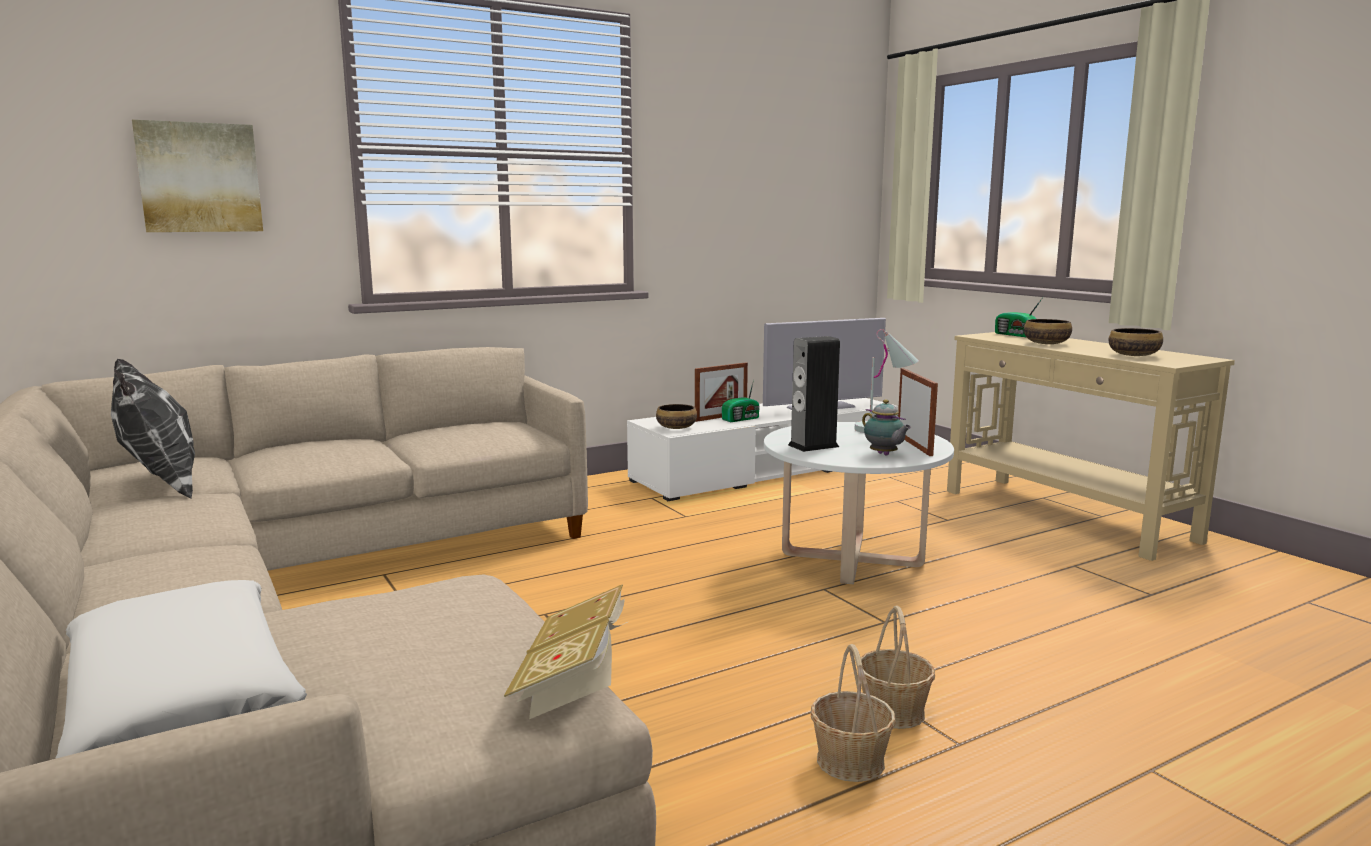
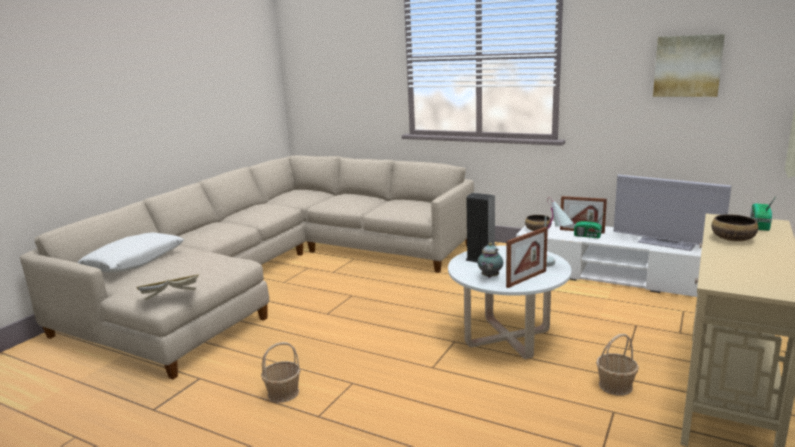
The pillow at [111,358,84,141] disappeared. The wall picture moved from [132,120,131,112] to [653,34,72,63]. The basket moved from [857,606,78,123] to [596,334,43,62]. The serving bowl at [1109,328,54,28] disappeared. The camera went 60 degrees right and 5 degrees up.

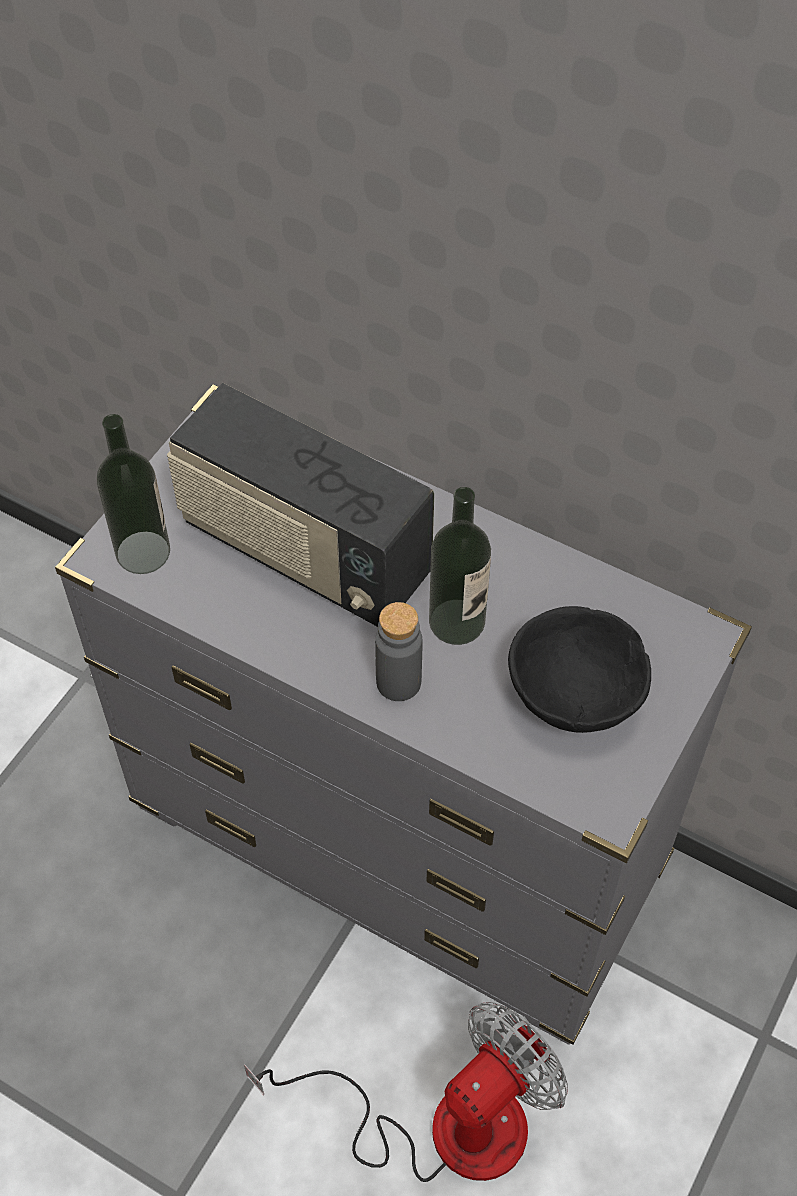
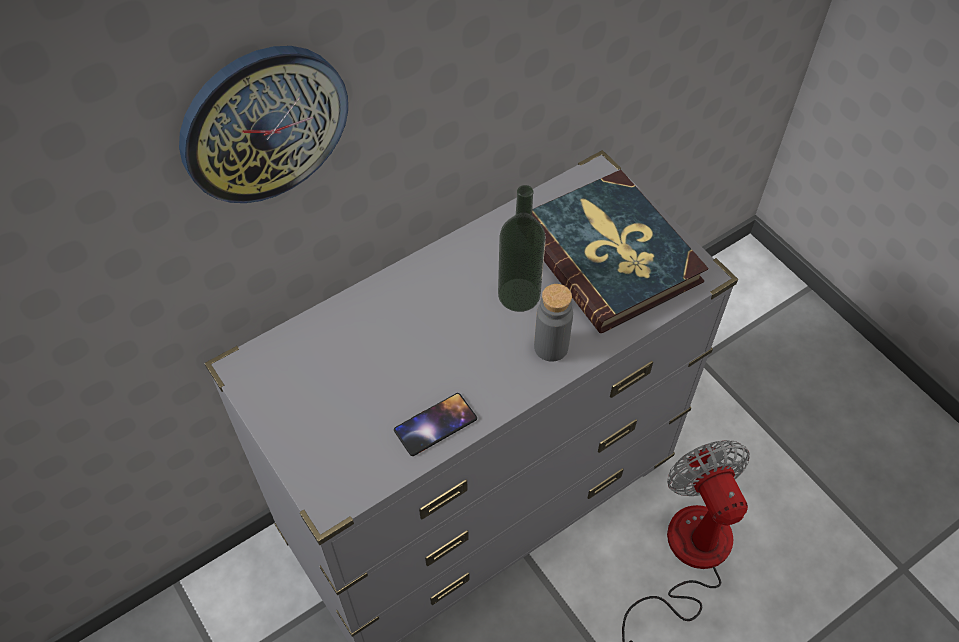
The bottle at [97,414,73,160] disappeared. The radio receiver at [167,383,267,244] disappeared. The black serving bowl at [508,606,143,127] was replaced by the volume at [532,170,176,163]. The clock on the wall at [179,46,169,157] appeared. The handset at [394,393,83,63] appeared. The camera went 65 degrees left and 0 degrees up.

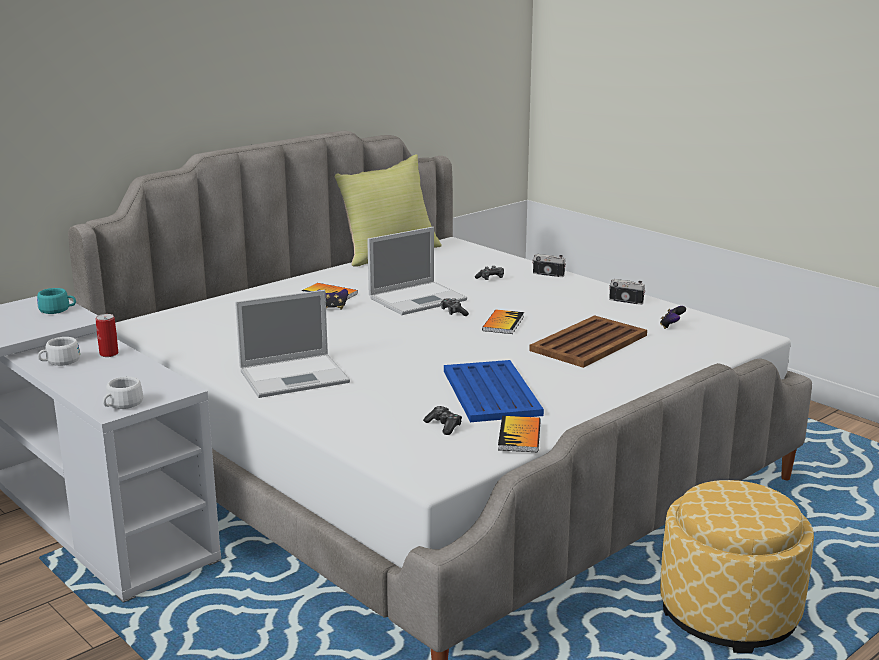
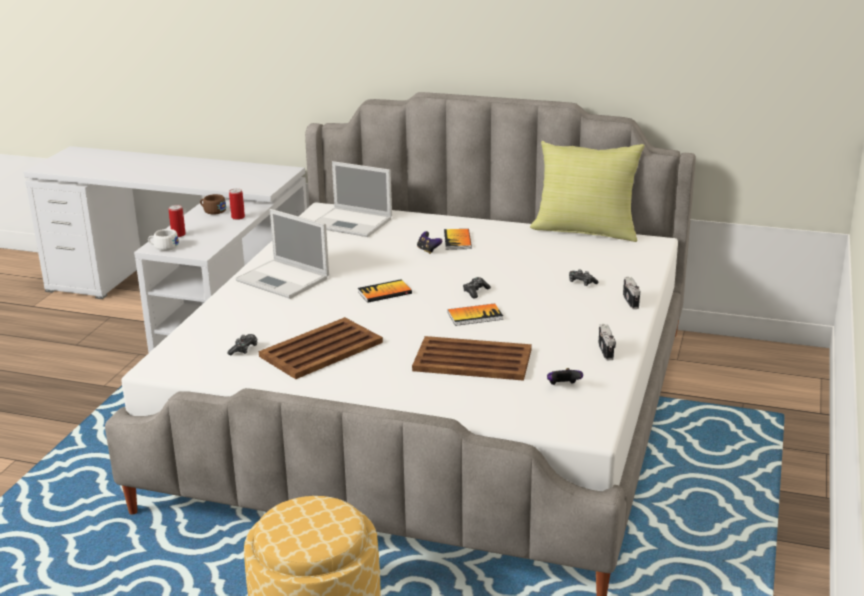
The turquoise-coloured drinking cup at [37,288,39,26] disappeared. The whitish drinking cup at [38,337,42,29] became the brown drinking cup at [200,194,26,21]. The notebook computer moved from [367,227,100,88] to [316,161,76,76]. The blue-coloured tray at [444,360,100,62] became the brown tray at [259,317,124,62]. The volume moved from [498,416,43,36] to [358,279,54,24]. The can at [169,205,17,32] appeared. The camera went 60 degrees right and 5 degrees up.

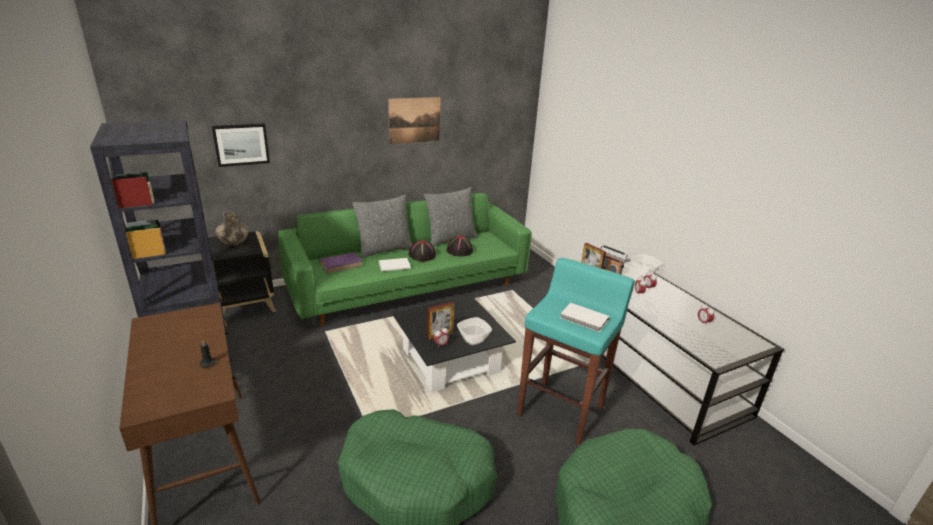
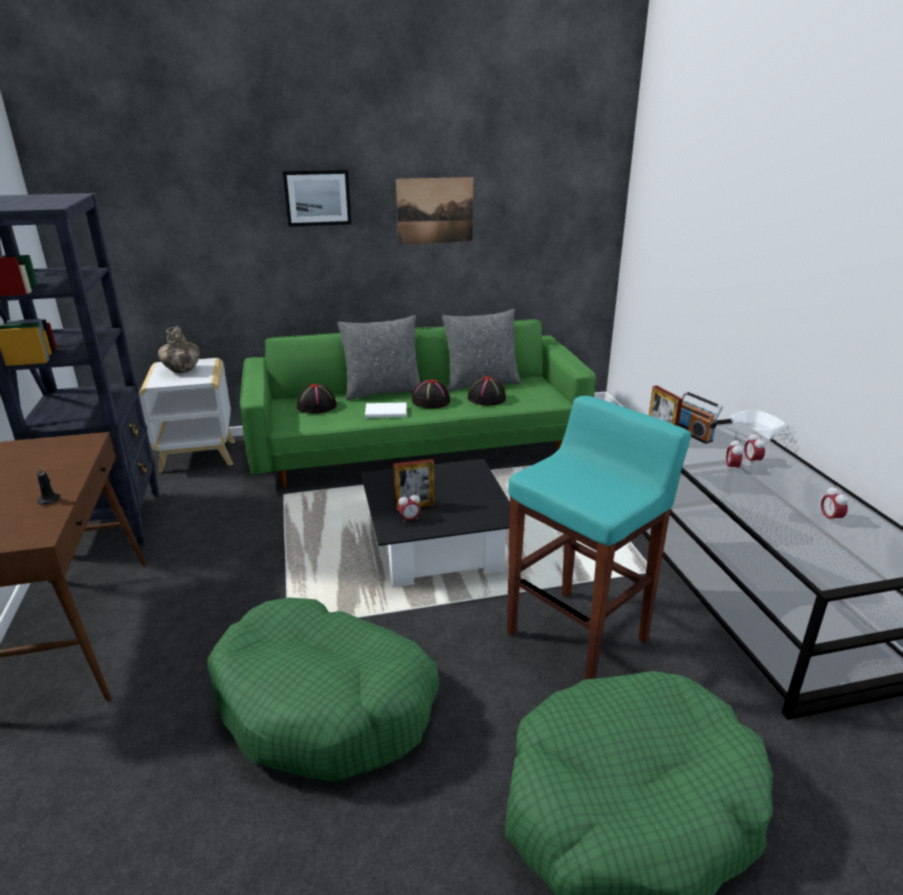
The black end table at [208,231,68,84] became the whitish end table at [139,358,96,115]. The wall picture moved from [212,123,58,44] to [283,170,68,57]. The purple volume at [319,252,43,22] was replaced by the black hat at [297,384,40,30]. The serving bowl at [457,317,35,28] disappeared. The whitish volume at [560,303,50,29] disappeared. The camera went 15 degrees right and 0 degrees up.

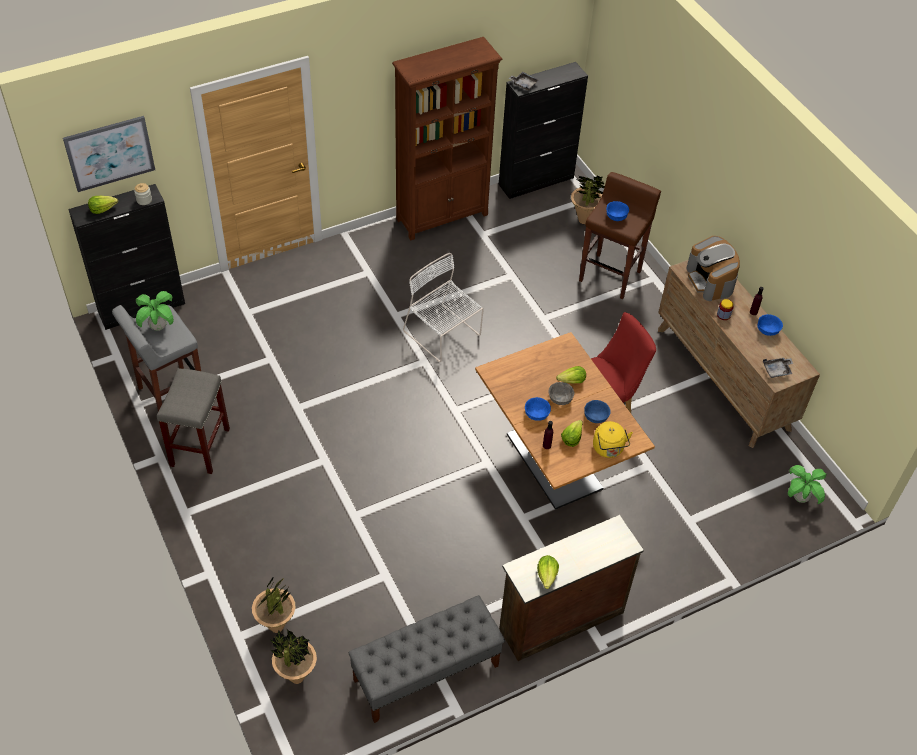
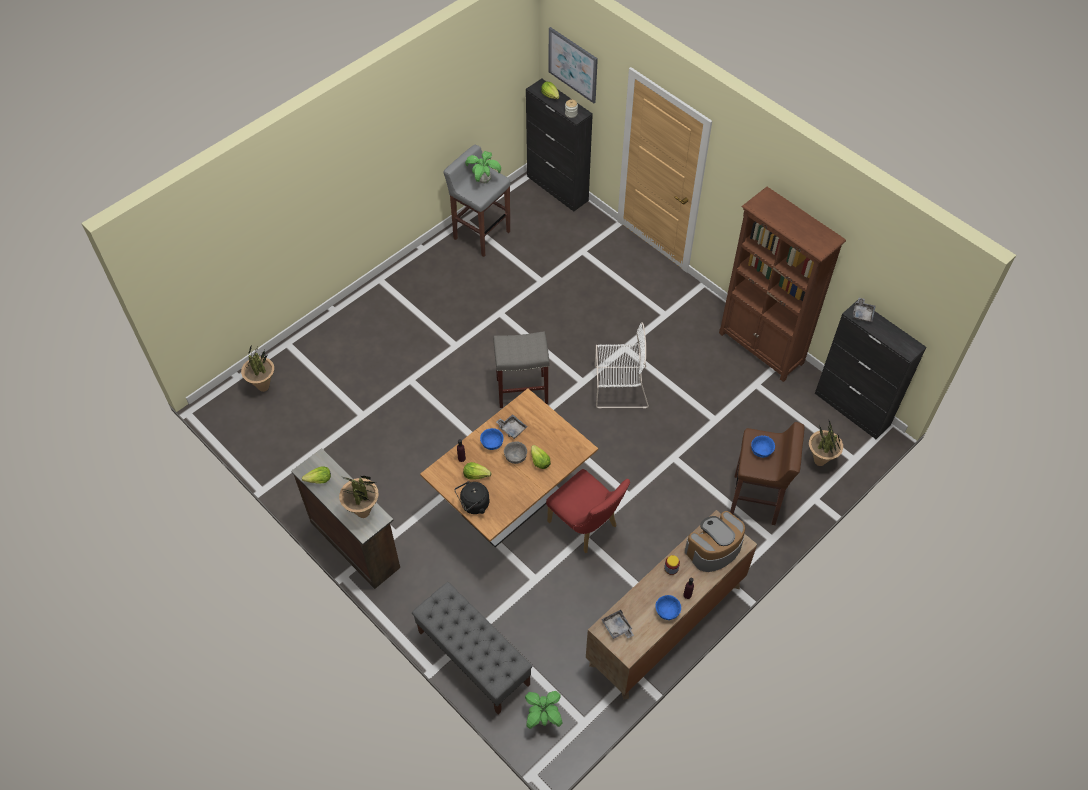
The grey stool moved from [157,368,73,106] to [493,331,56,77]. The potted plant moved from [252,576,44,57] to [339,476,40,42]. The grey long seat moved from [349,595,156,128] to [412,582,121,132]. The whitish chair at [403,253,81,109] turned 60 degrees clockwise. The blue-coloured serving bowl at [584,400,27,23] disappeared. The yellow-coloured kettle at [593,421,40,37] became the black kettle at [455,481,34,33]. The grey tray at [496,414,31,25] appeared. The camera went 75 degrees right and 5 degrees up.

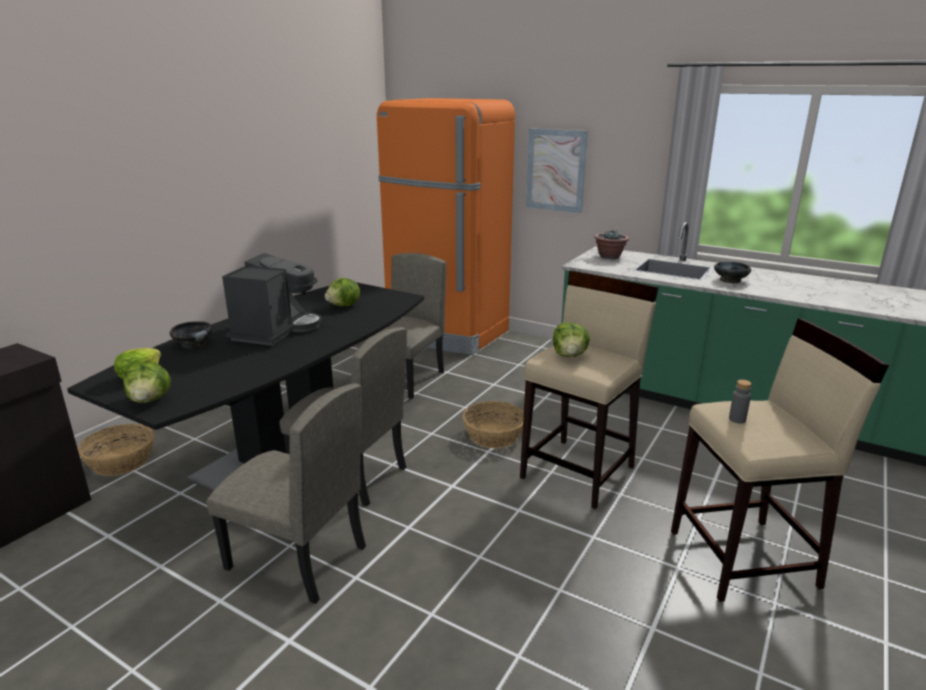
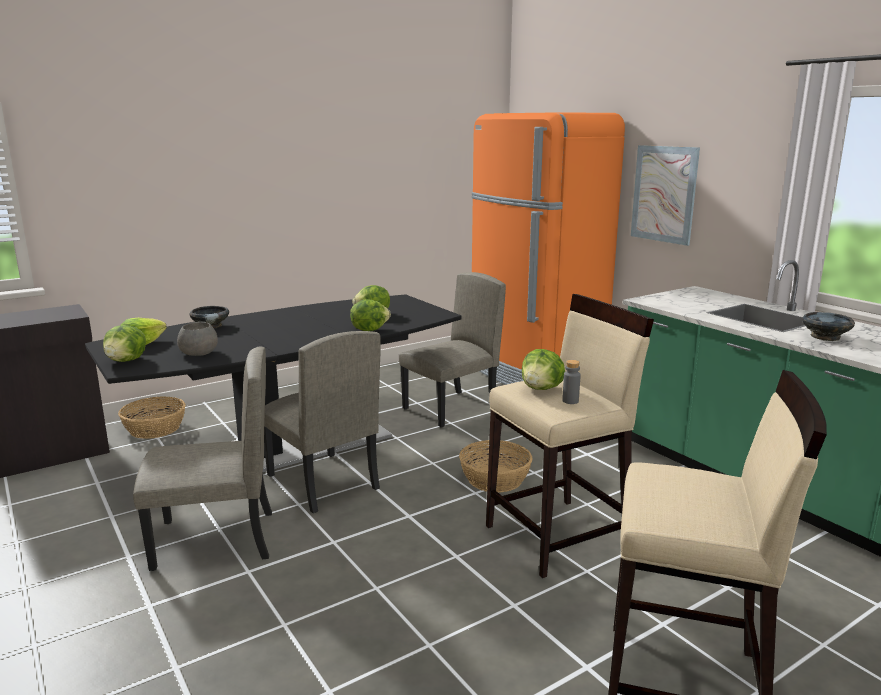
The beige chair at [206,383,160,221] turned 60 degrees counterclockwise. The coffee brewer at [222,253,100,93] disappeared. The potted plant at [594,229,35,30] disappeared. The grey bottle moved from [729,380,23,44] to [562,360,19,44]. The grey serving bowl at [177,322,41,34] appeared. The head of lettuce at [350,299,41,32] appeared. The camera went 25 degrees right and 5 degrees down.

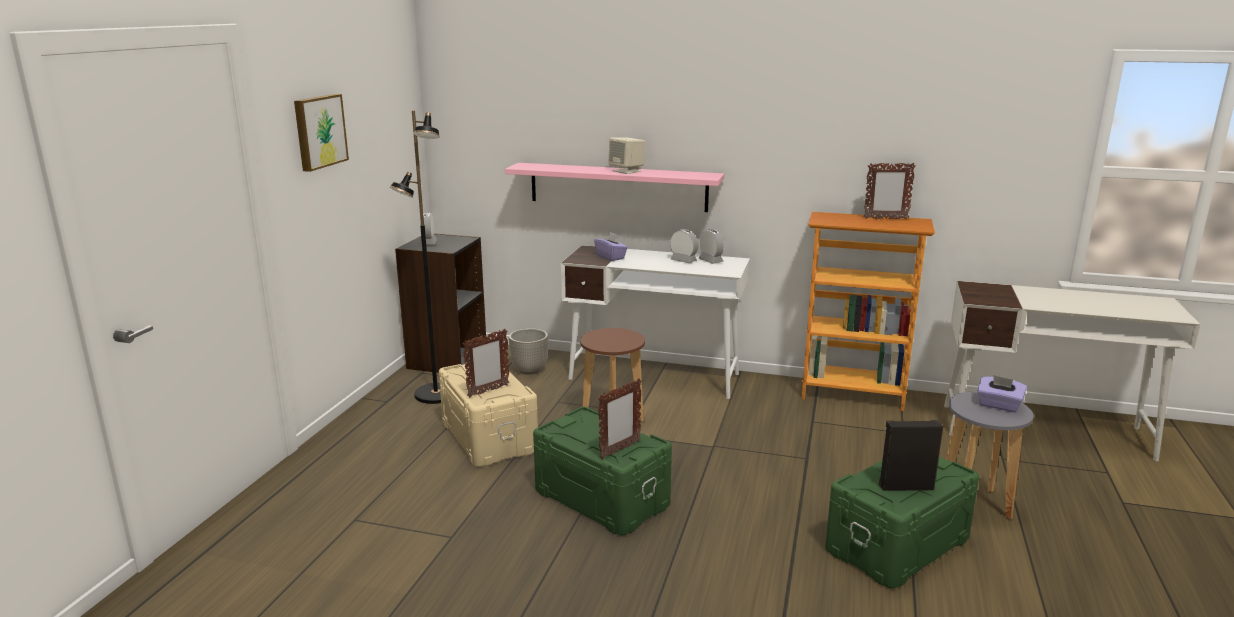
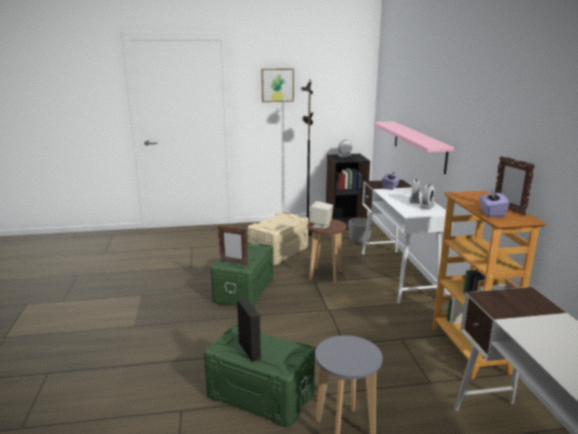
The picture frame at [463,329,47,68] disappeared. The beige speaker moved from [608,137,38,37] to [309,201,24,28]. The purple tissue box moved from [977,375,50,38] to [479,188,30,29]. The camera went 65 degrees right and 0 degrees up.

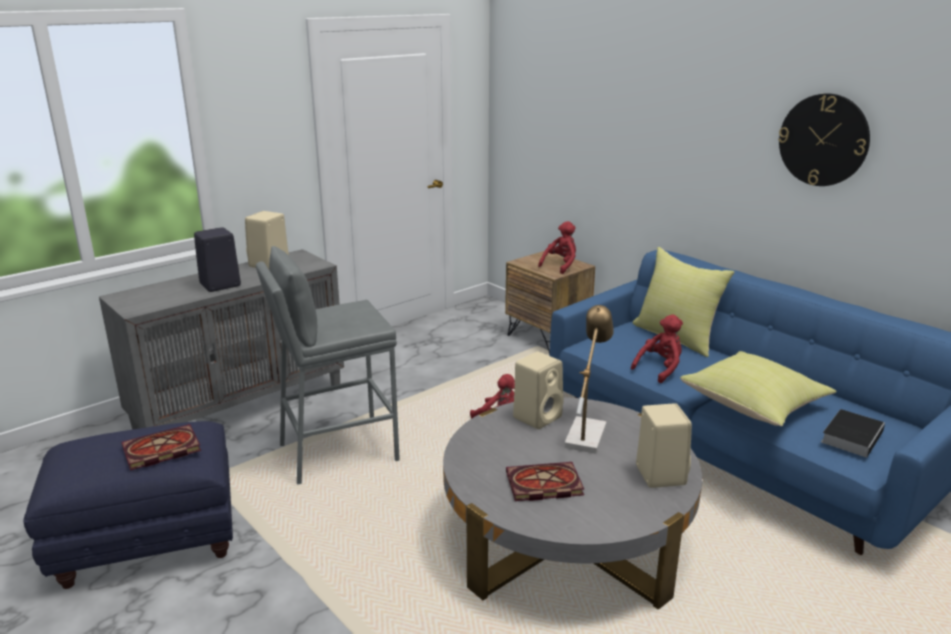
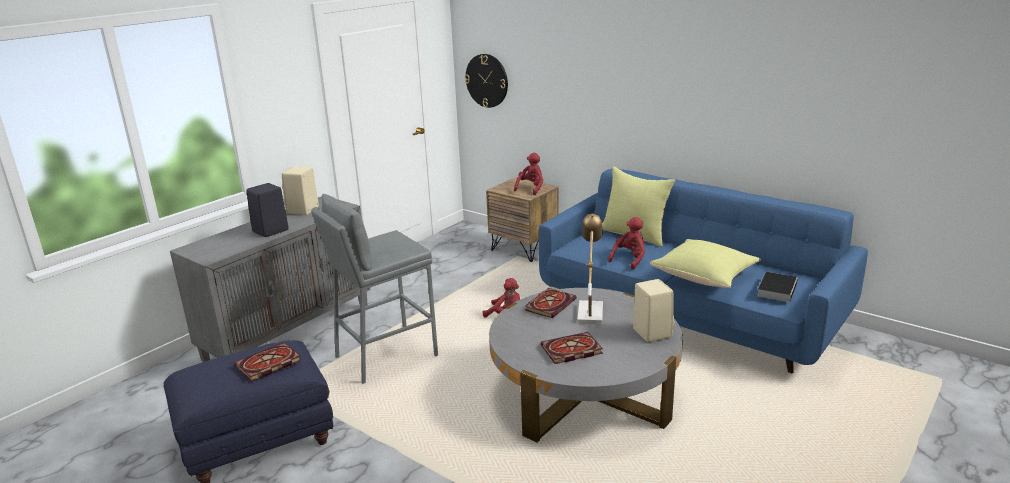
The beige speaker at [513,351,51,78] was replaced by the volume at [525,288,52,30]. The clock on the wall moved from [778,93,92,93] to [465,54,43,54]. The camera went 10 degrees left and 0 degrees up.

